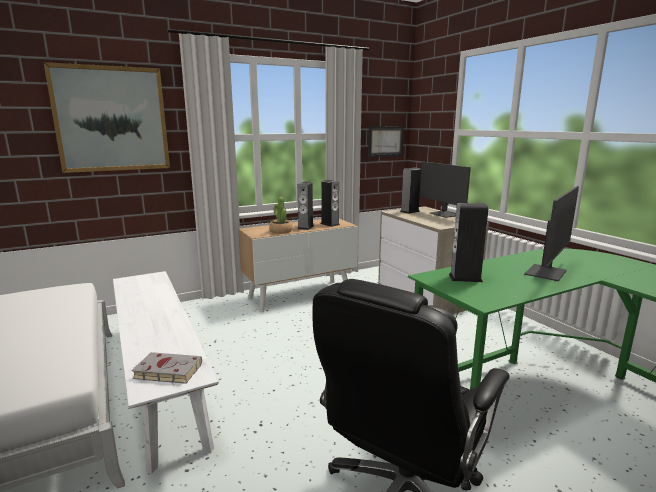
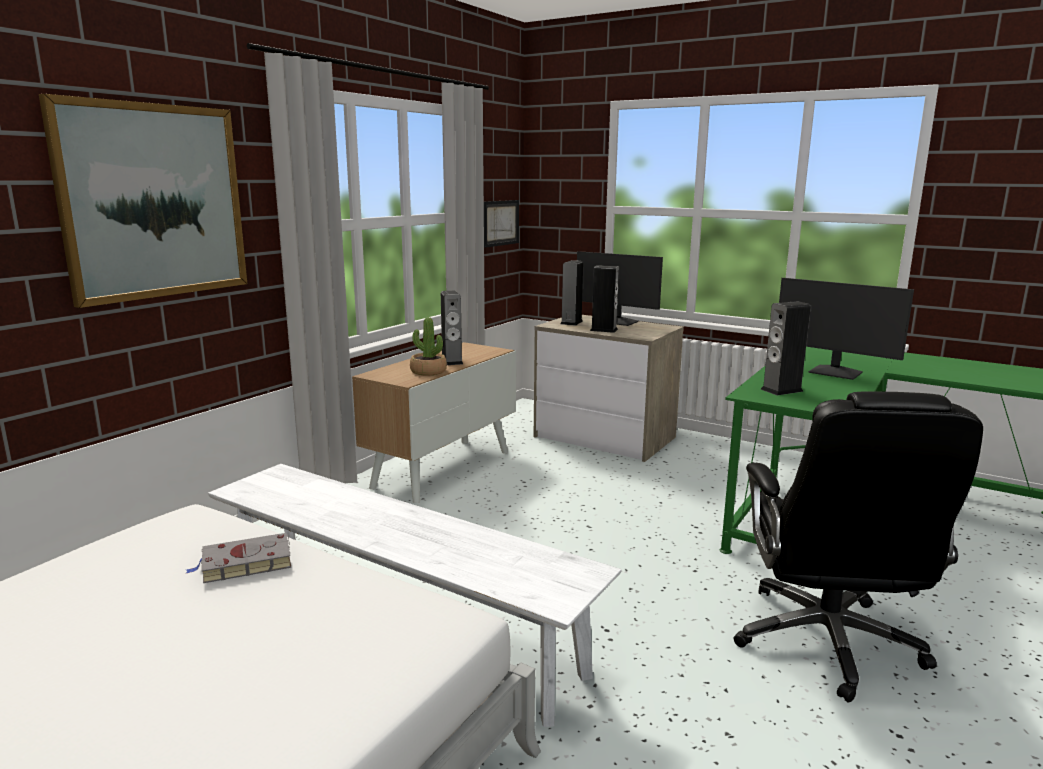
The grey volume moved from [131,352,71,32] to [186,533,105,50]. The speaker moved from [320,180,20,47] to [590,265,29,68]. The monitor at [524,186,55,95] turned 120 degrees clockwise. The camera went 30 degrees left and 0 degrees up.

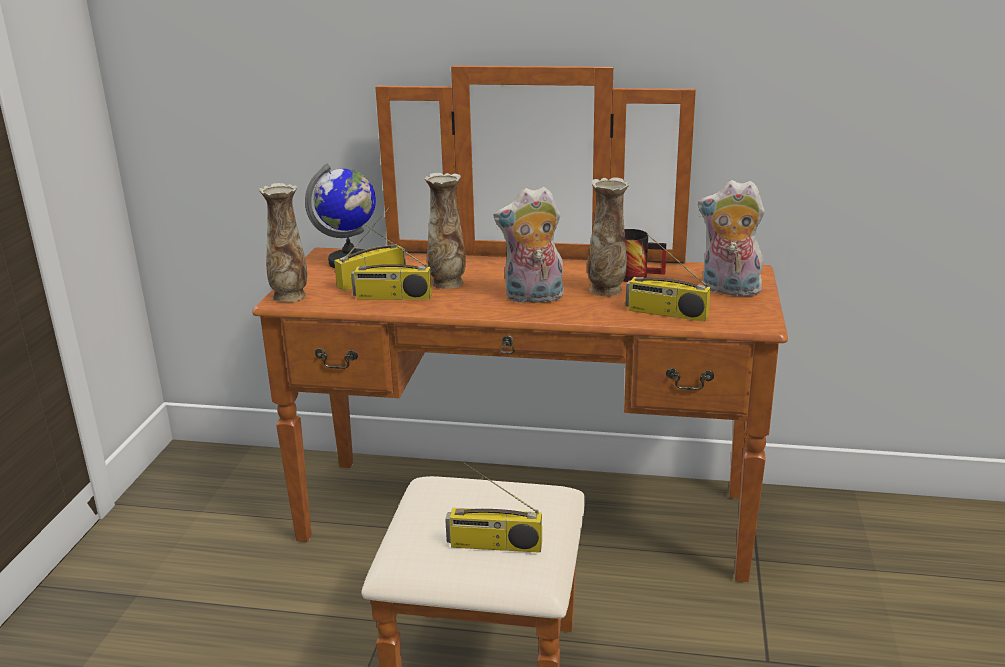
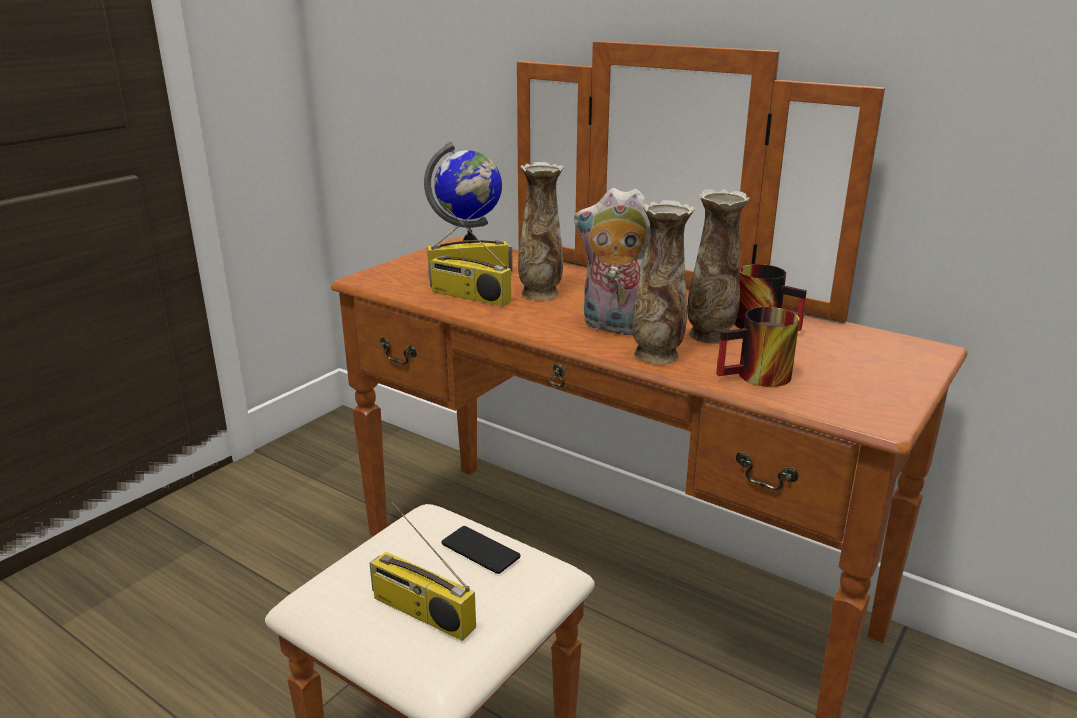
The flower vase moved from [259,183,48,119] to [632,200,63,164]. The radio receiver at [625,234,86,88] was replaced by the tea mug at [716,307,84,80]. The plush toy at [698,180,67,117] disappeared. The handset at [441,526,80,48] appeared. The camera went 25 degrees right and 0 degrees up.

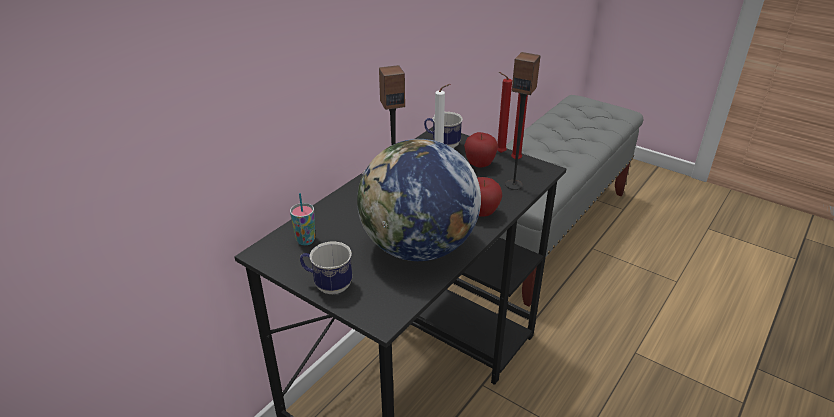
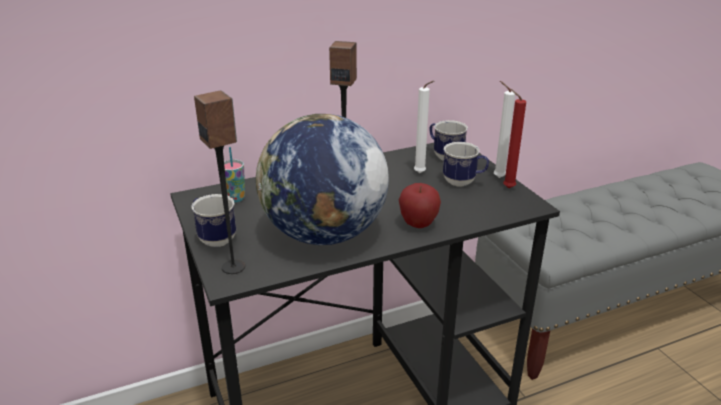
The whole apple at [464,132,34,35] was replaced by the tea mug at [443,142,46,45]. The red-coloured candle at [497,72,15,81] became the whitish candle at [494,81,21,97]. The speaker moved from [505,52,36,138] to [194,91,51,183]. The camera went 30 degrees right and 5 degrees down.

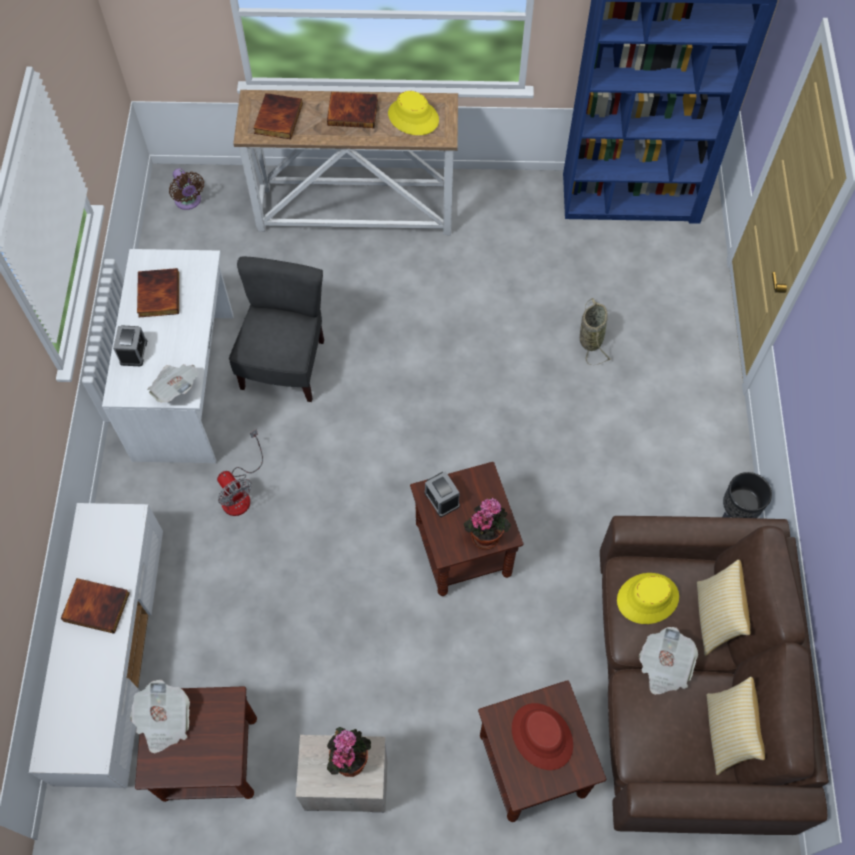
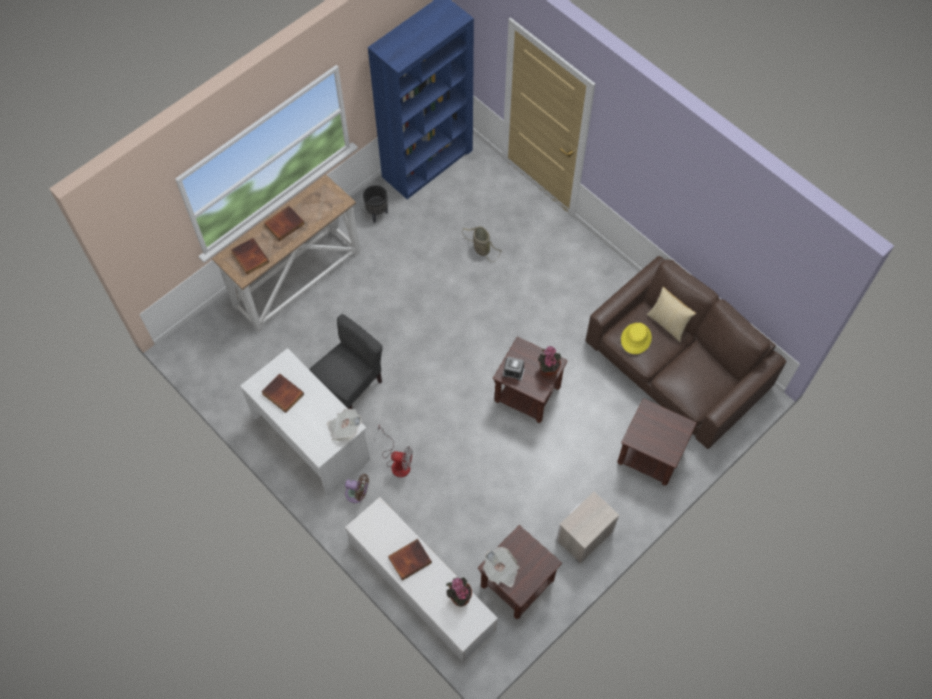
The bedside clock at [113,325,34,41] disappeared. The brown electric fan moved from [169,168,35,42] to [345,474,24,29]. The grey chair at [229,256,95,146] turned 75 degrees clockwise. The potted plant moved from [327,727,44,50] to [446,577,26,30]. The yellow-coloured hat at [388,91,51,44] disappeared. The red-coloured hat at [512,703,61,67] disappeared. The printed paper at [639,627,59,68] disappeared. The pillow at [706,677,59,98] disappeared. The black flower pot moved from [722,472,50,46] to [363,185,25,38]. The camera went 45 degrees left and 0 degrees up.

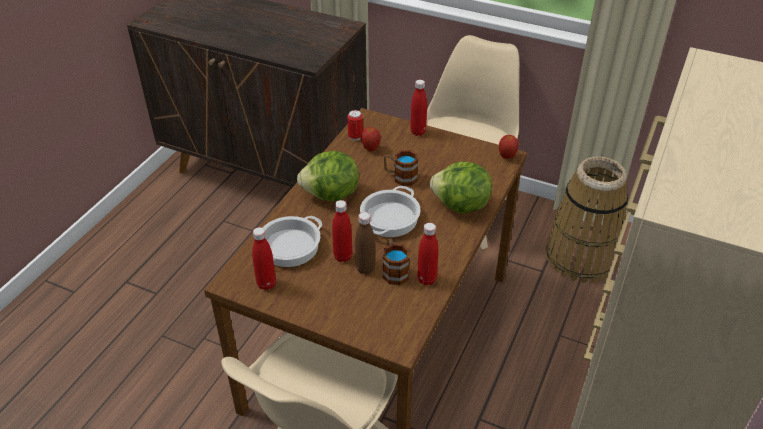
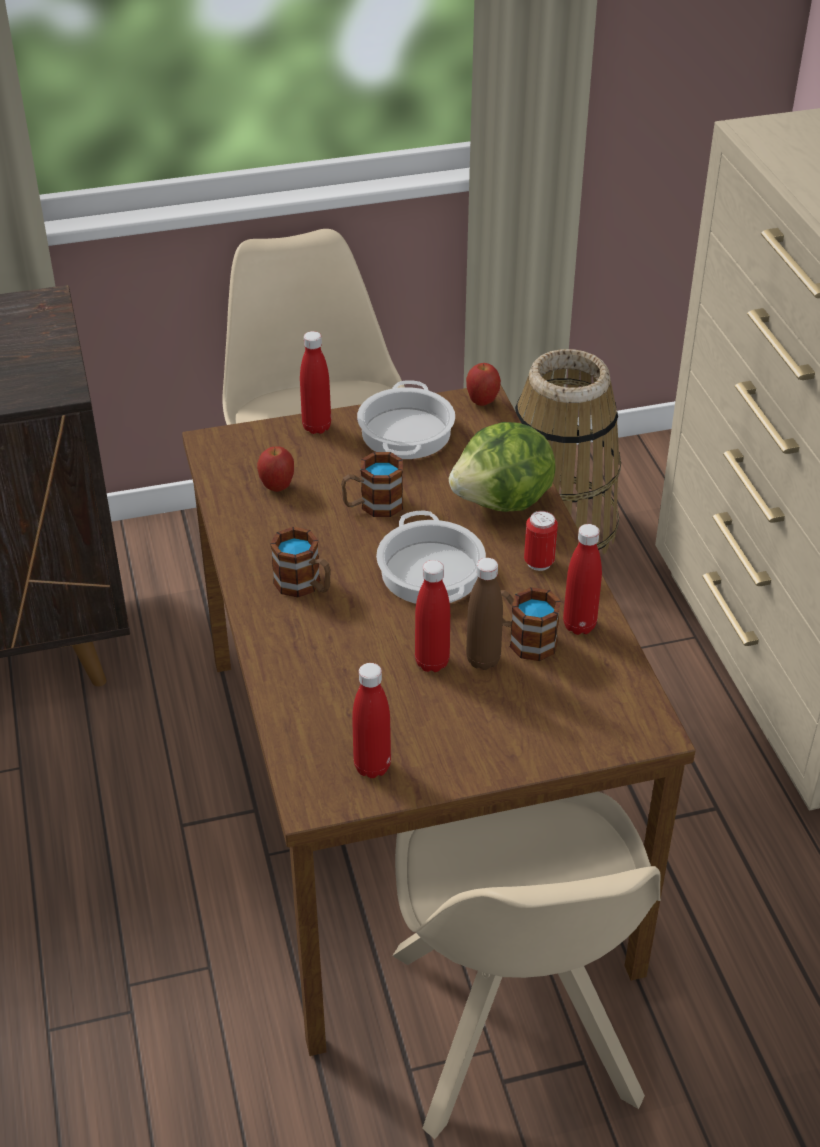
The stockpot moved from [263,216,59,51] to [357,380,98,79]. The head of lettuce at [297,151,62,51] was replaced by the tea mug at [270,527,61,71]. The can moved from [347,110,16,31] to [524,511,34,60]. The camera went 40 degrees left and 0 degrees up.

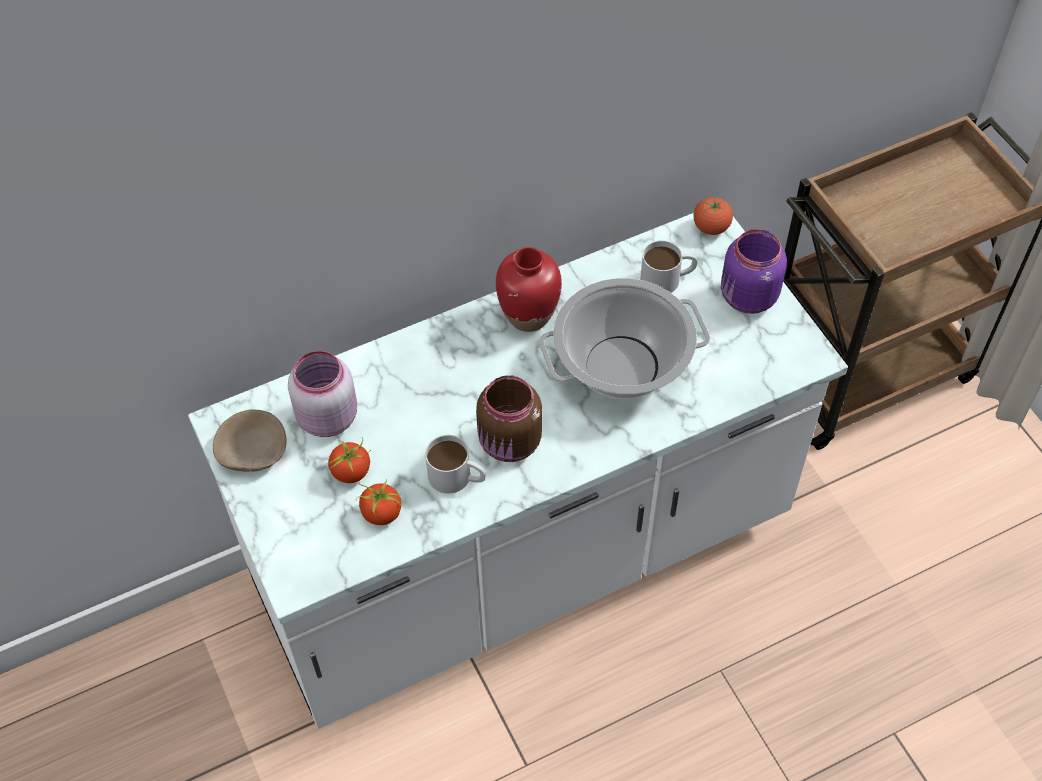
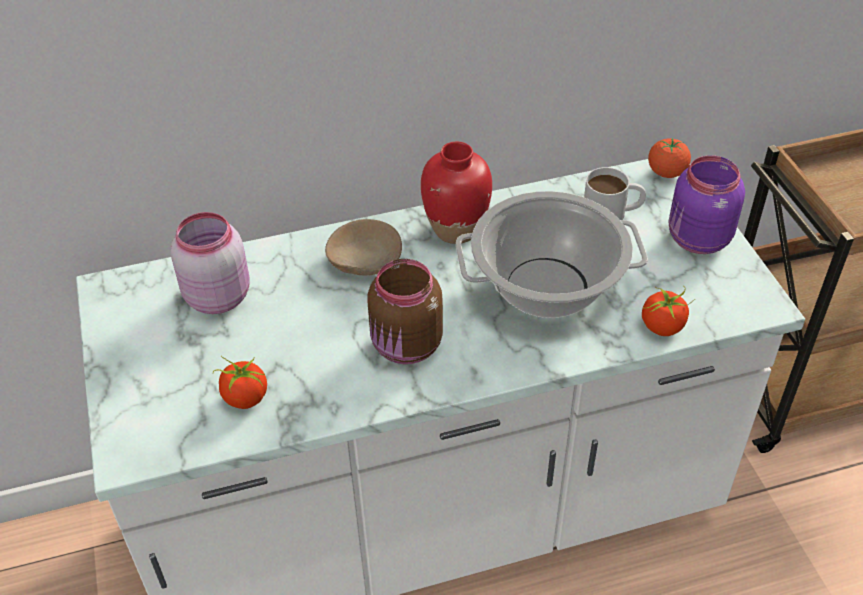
The beige serving bowl moved from [213,410,74,62] to [325,219,77,57]. The whole tomato moved from [326,437,45,46] to [642,286,53,50]. The whitish tea mug at [425,435,61,59] disappeared. The camera went 10 degrees right and 10 degrees down.

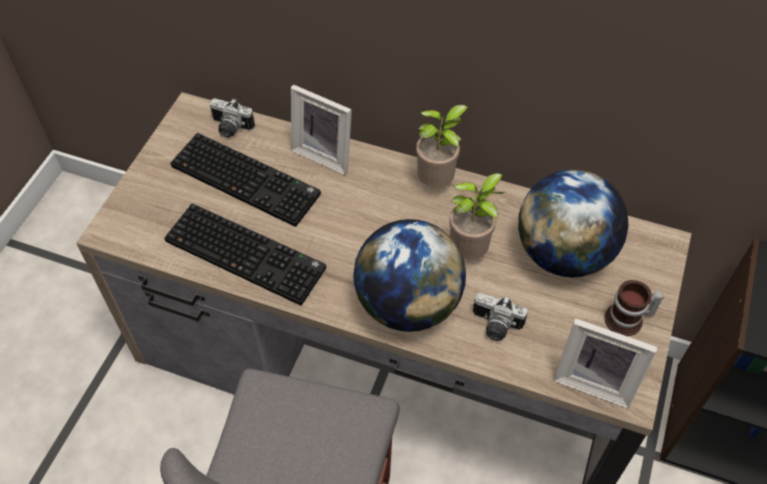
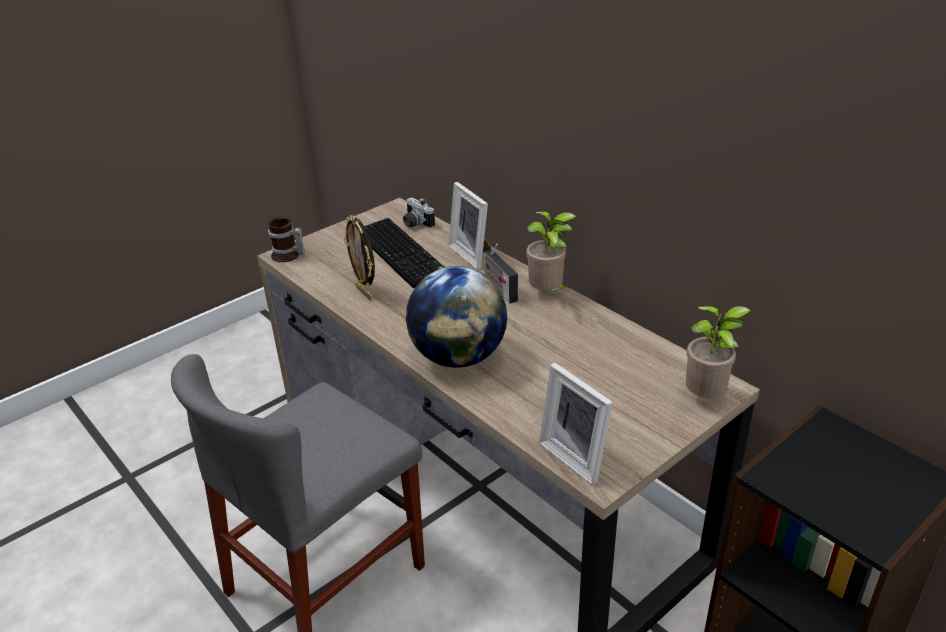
The PC keyboard at [164,203,162,103] was replaced by the picture frame at [344,215,31,85]. The potted plant moved from [449,173,55,87] to [686,306,65,92]. The photo camera at [473,292,55,49] disappeared. The globe at [518,170,111,108] disappeared. The tea mug moved from [604,280,60,56] to [267,216,38,46]. The radio receiver at [484,244,34,60] appeared. The camera went 30 degrees right and 20 degrees down.

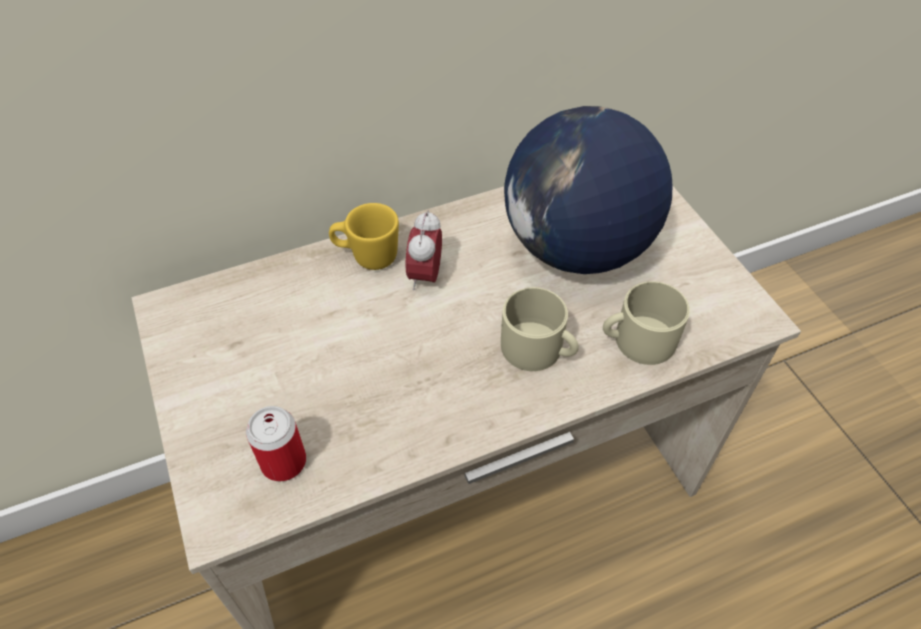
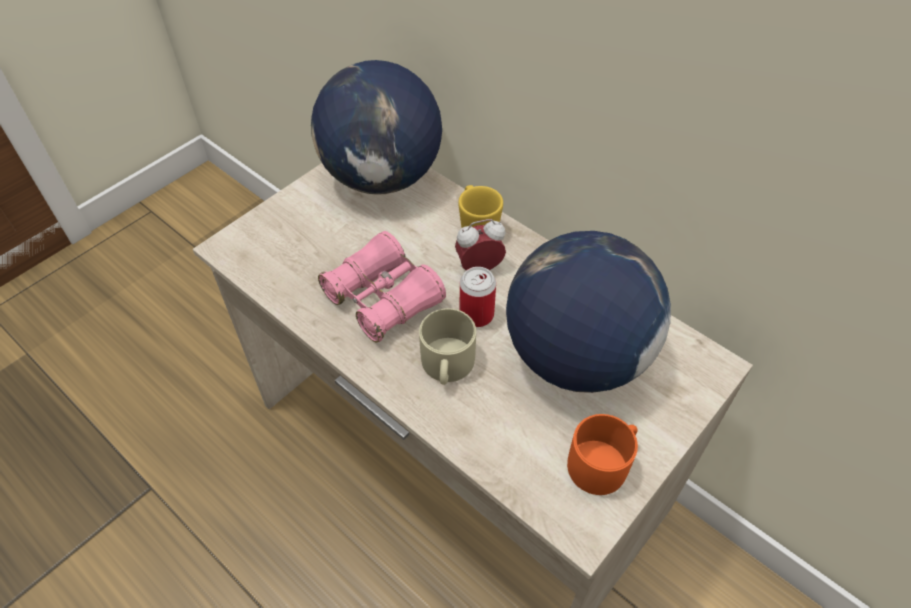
The can moved from [246,406,60,75] to [460,267,36,60]. The beige tea mug at [603,281,87,84] disappeared. The globe at [311,60,131,135] appeared. The pinkish pair of binoculars at [318,231,128,111] appeared. The orange tea mug at [567,414,71,81] appeared. The camera went 65 degrees right and 0 degrees up.

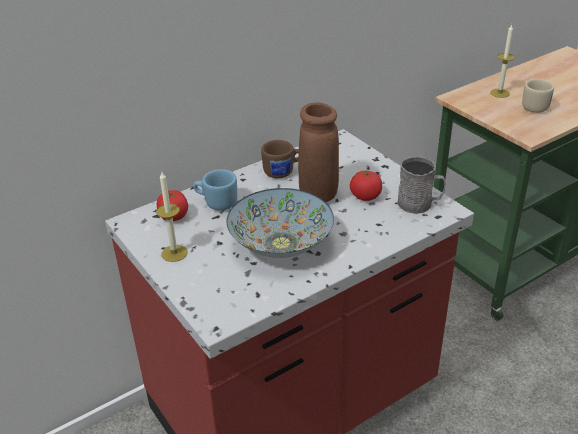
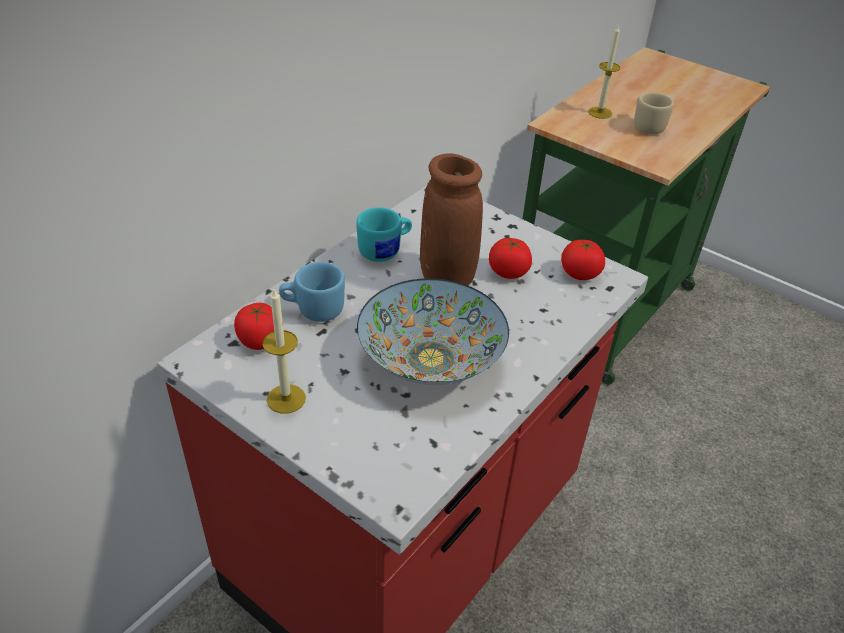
The brown tea mug at [261,140,38,38] became the turquoise-coloured tea mug at [356,207,56,55]. The grey tea mug at [397,156,49,58] was replaced by the whole tomato at [561,240,44,40]. The camera went 20 degrees left and 5 degrees up.

